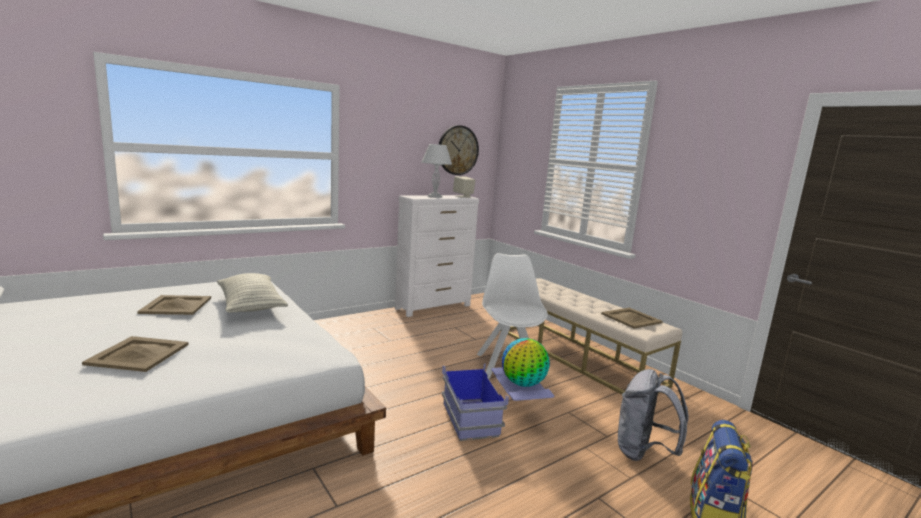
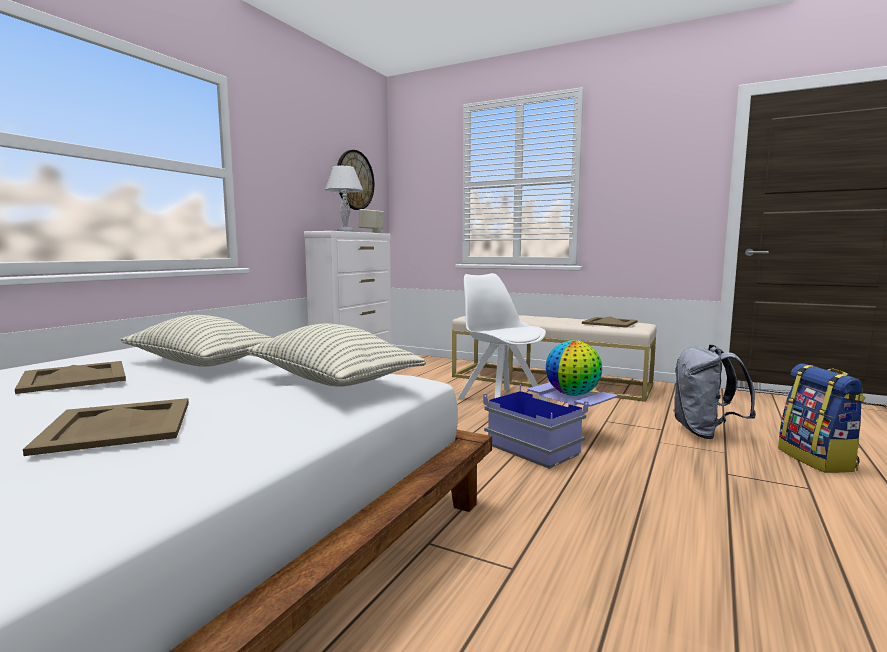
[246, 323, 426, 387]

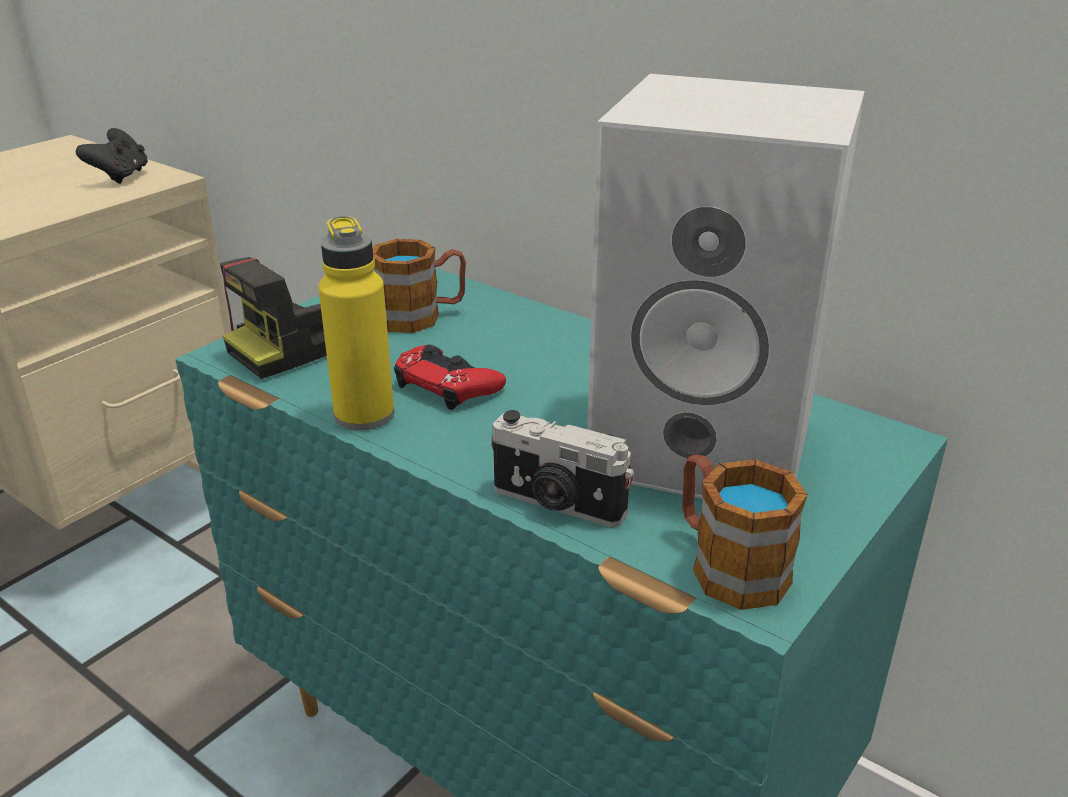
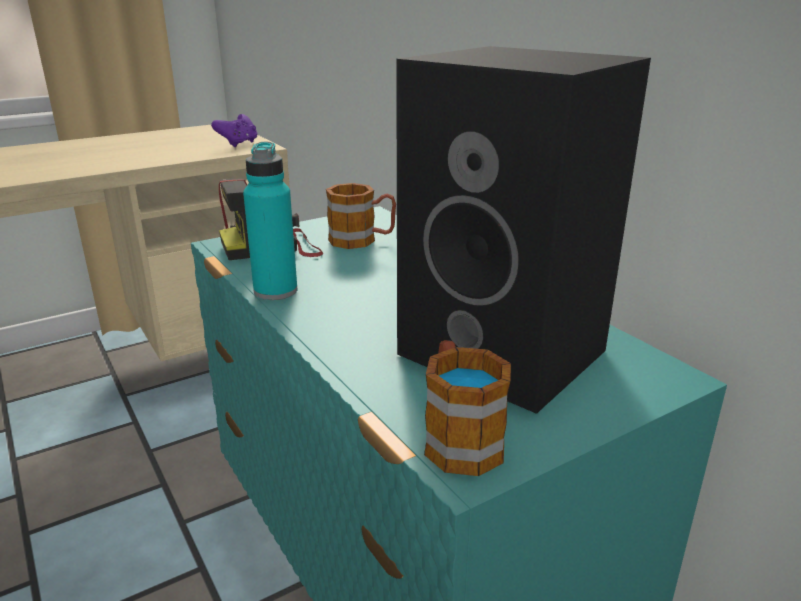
[211, 114, 258, 148]
[243, 142, 297, 300]
[394, 344, 506, 410] (first image)
[491, 410, 634, 528] (first image)
[396, 46, 651, 414]

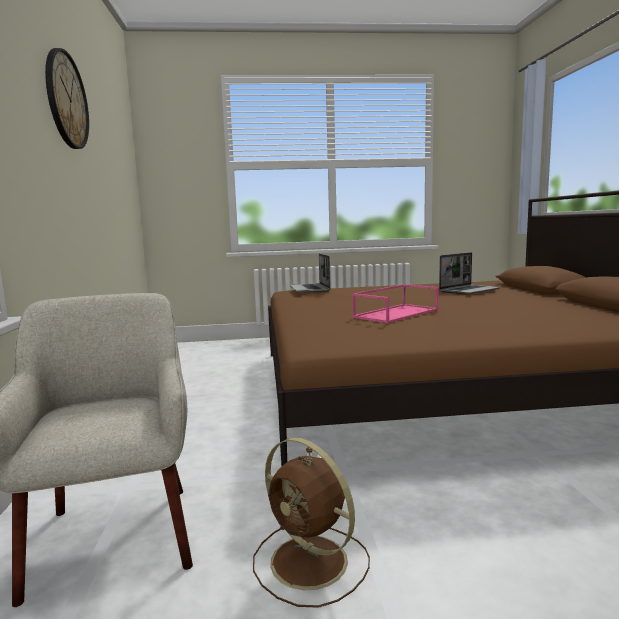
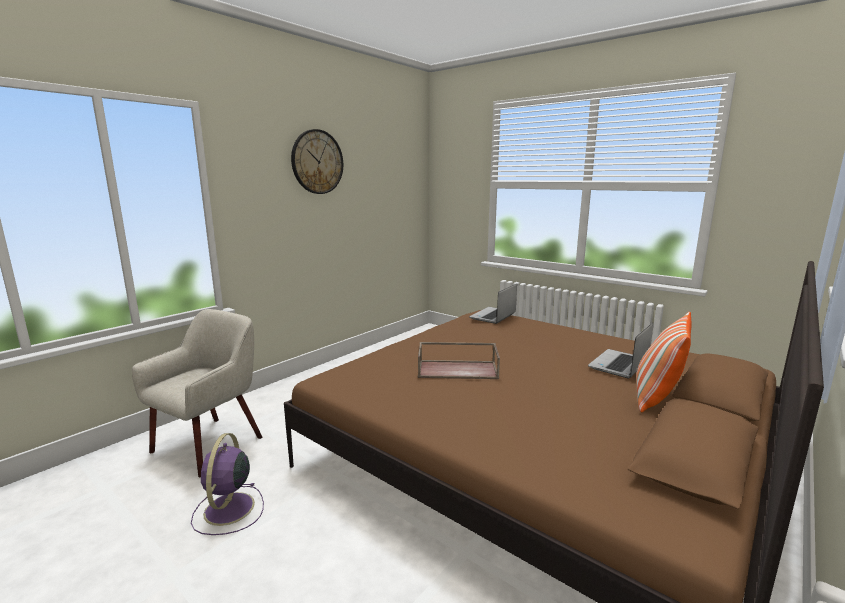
[191, 433, 264, 535]
[418, 342, 500, 379]
[588, 322, 654, 379]
[636, 312, 692, 413]

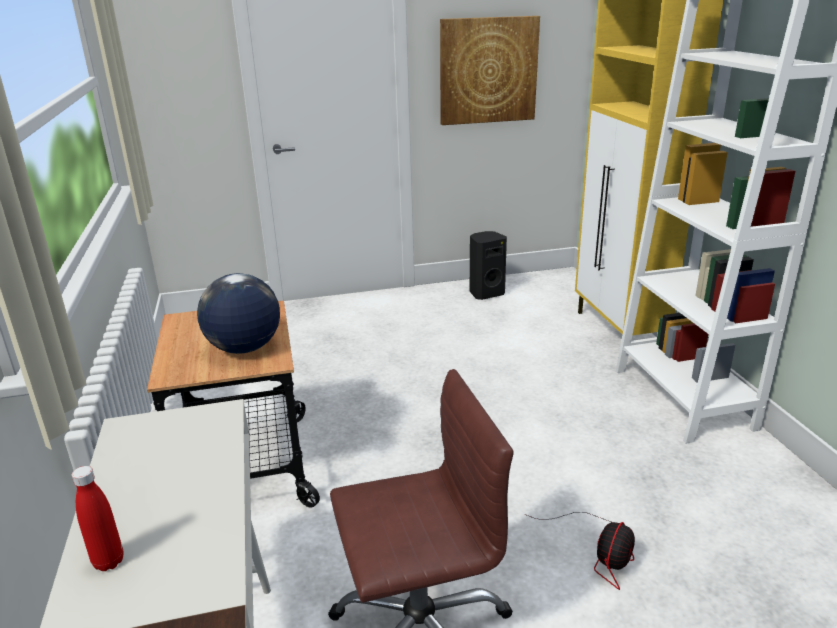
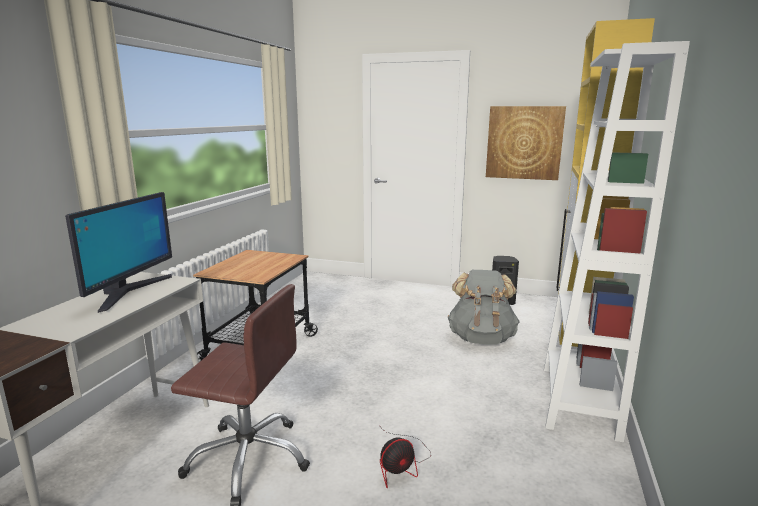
[72, 466, 123, 571] (first image)
[197, 273, 280, 354] (first image)
[65, 192, 172, 313]
[448, 270, 520, 344]

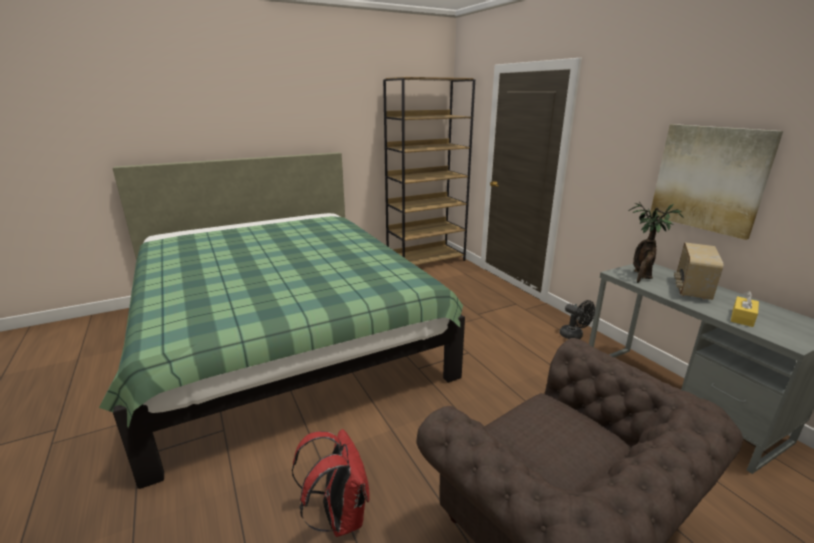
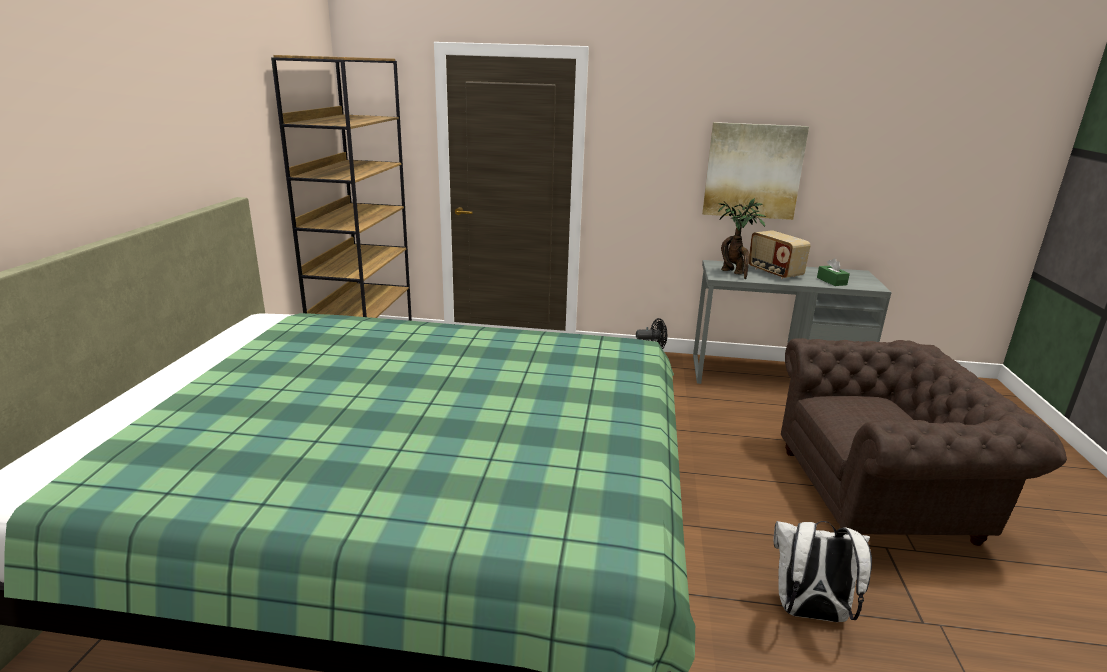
[774, 521, 872, 622]
[817, 258, 850, 286]

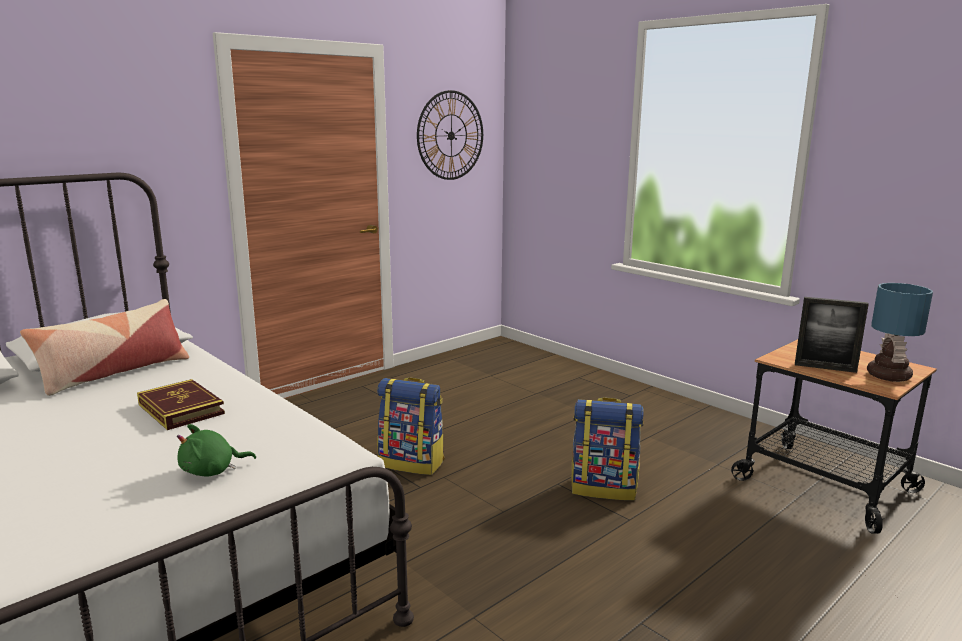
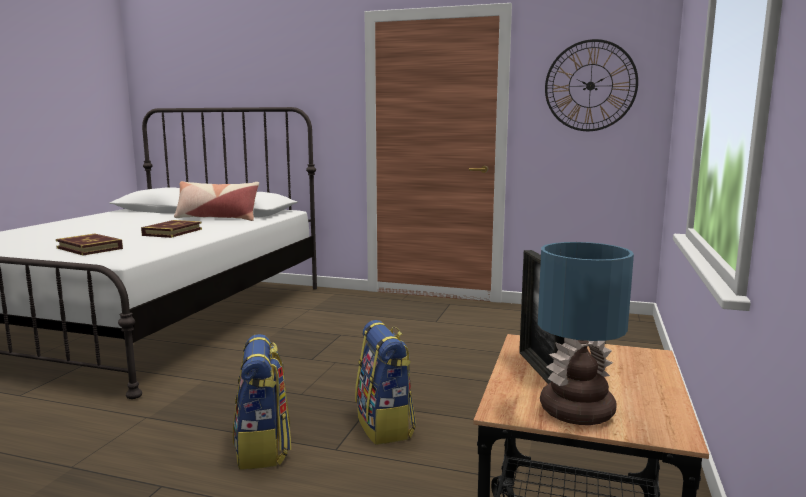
[56, 234, 123, 256]
[233, 334, 291, 470]

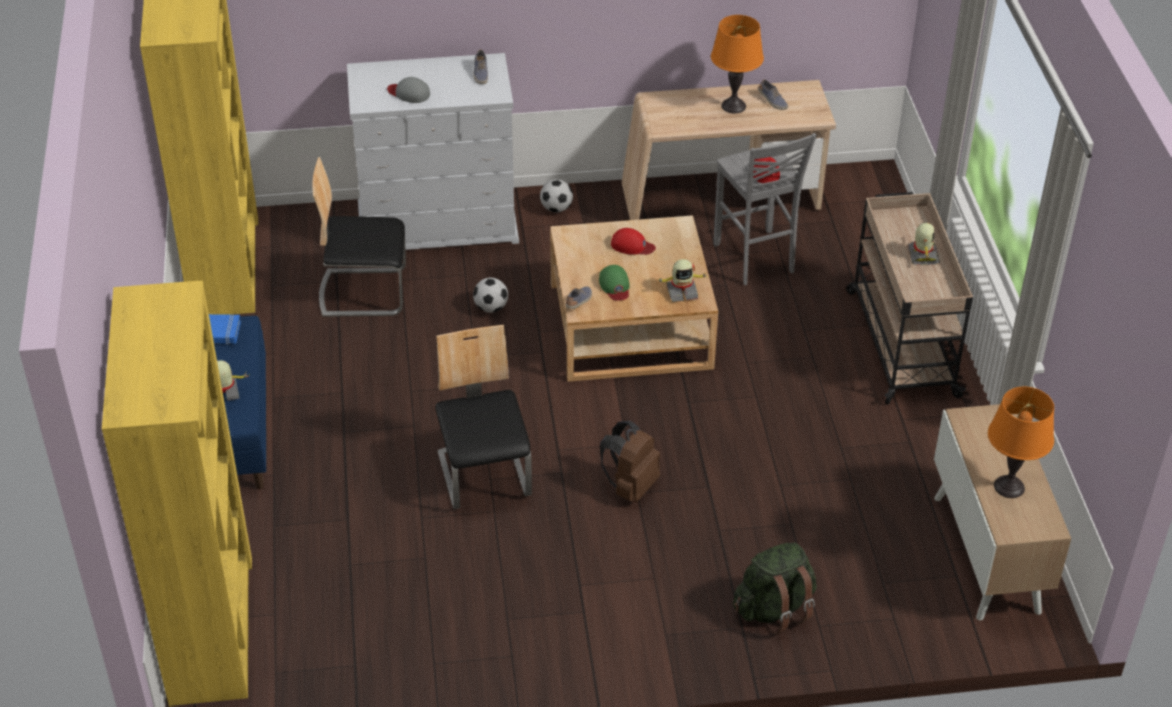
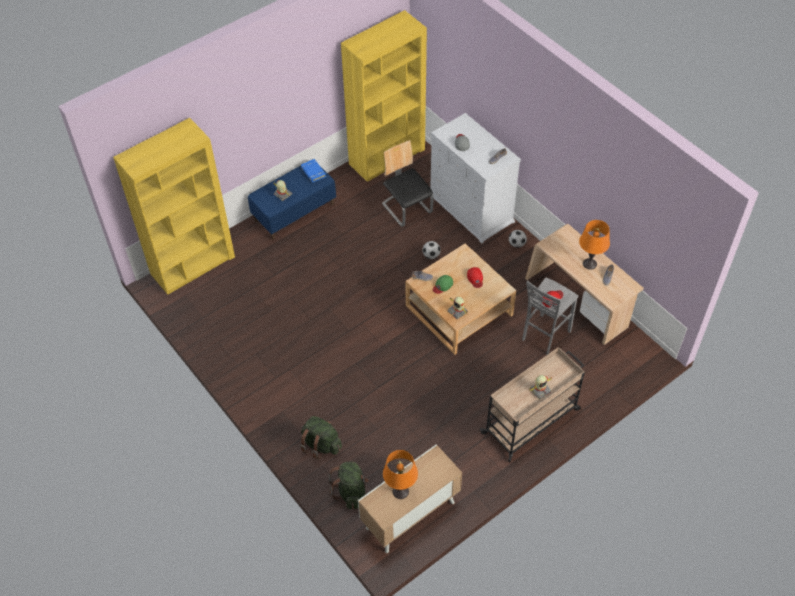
[435, 325, 532, 509] (first image)
[600, 421, 660, 502] (first image)
[329, 462, 369, 509]

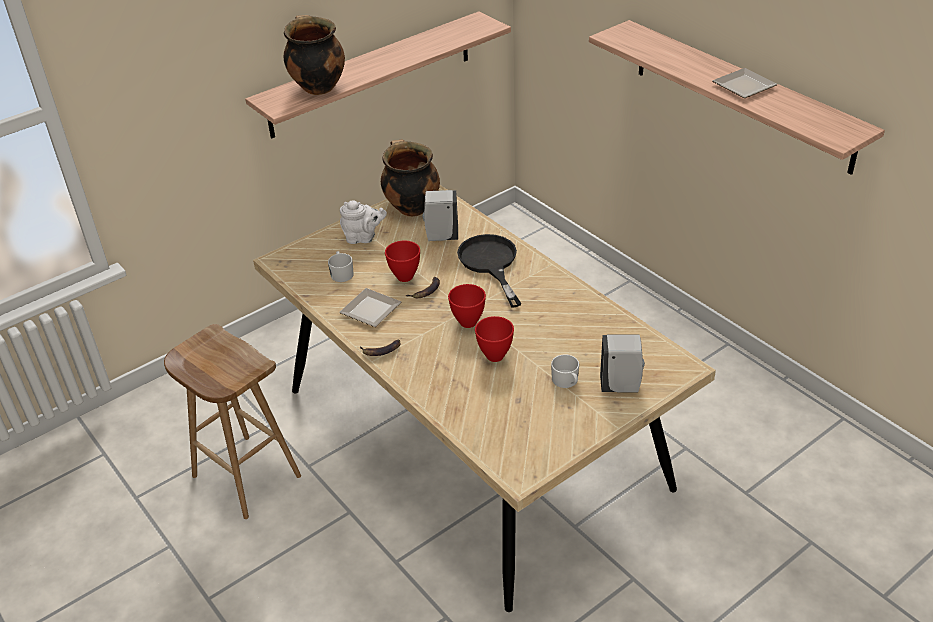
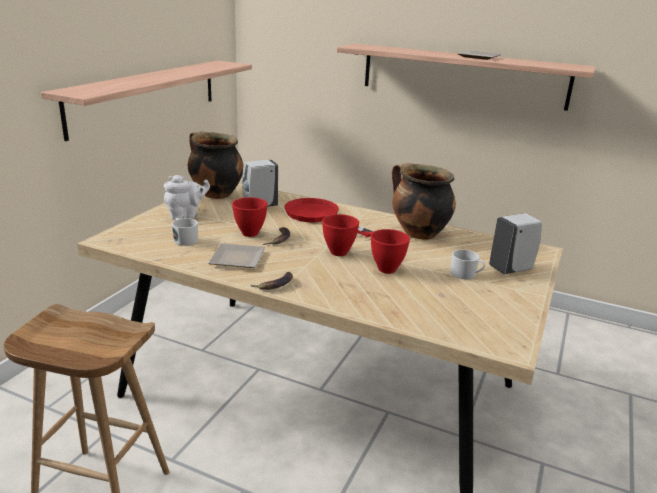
[392, 163, 456, 240]
[284, 198, 373, 237]

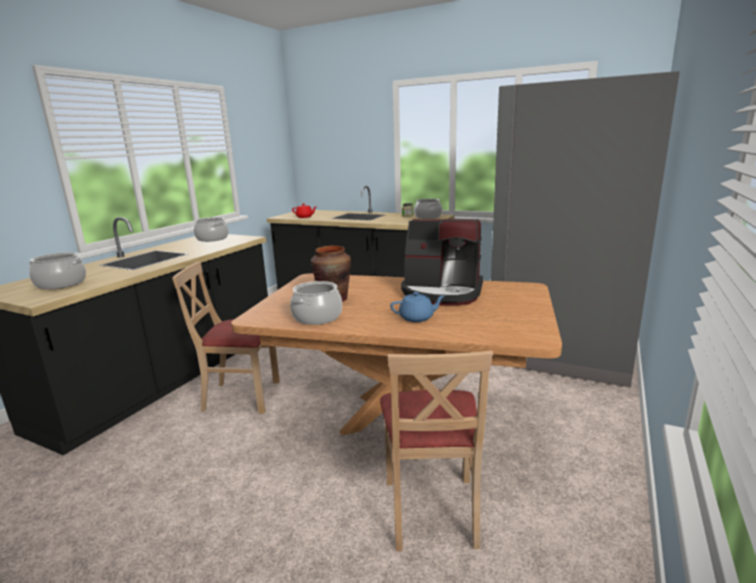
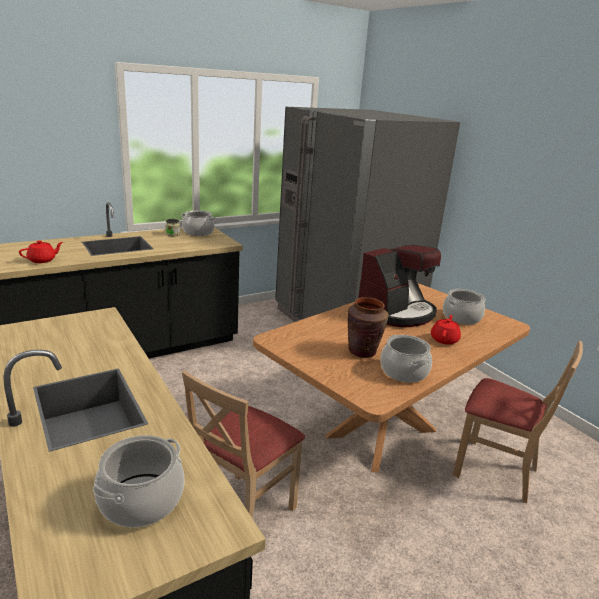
[443, 289, 486, 325]
[431, 315, 461, 345]

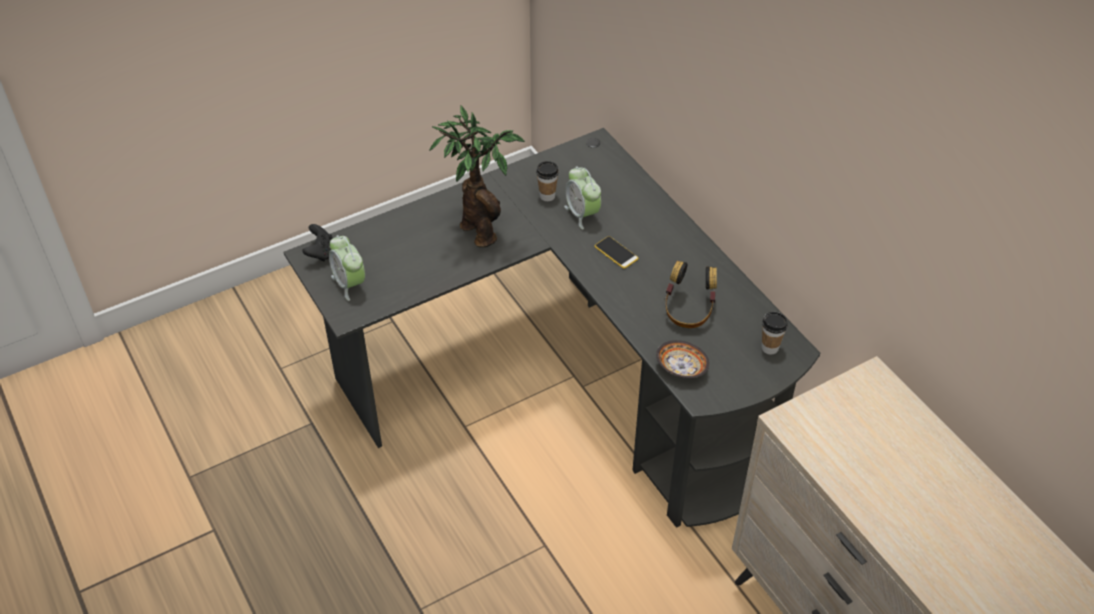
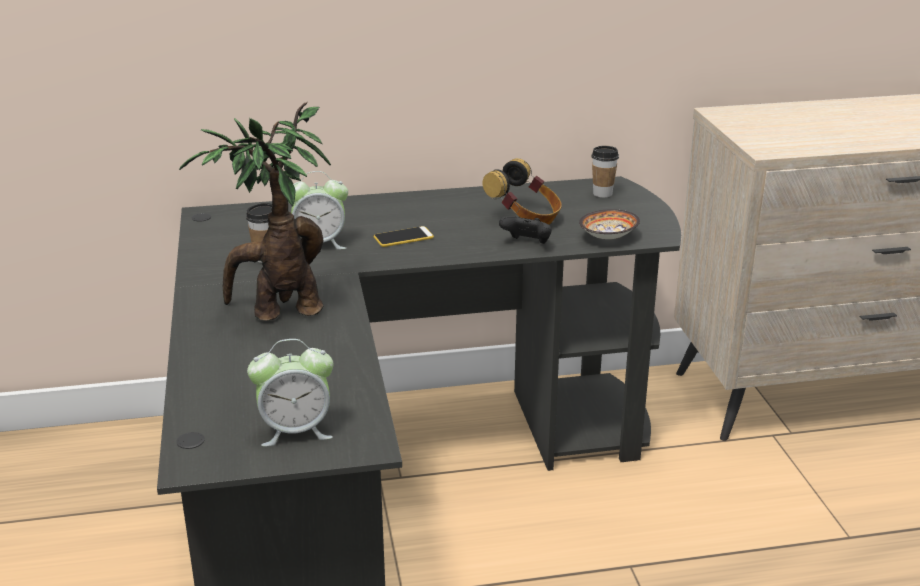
[499, 217, 552, 244]

